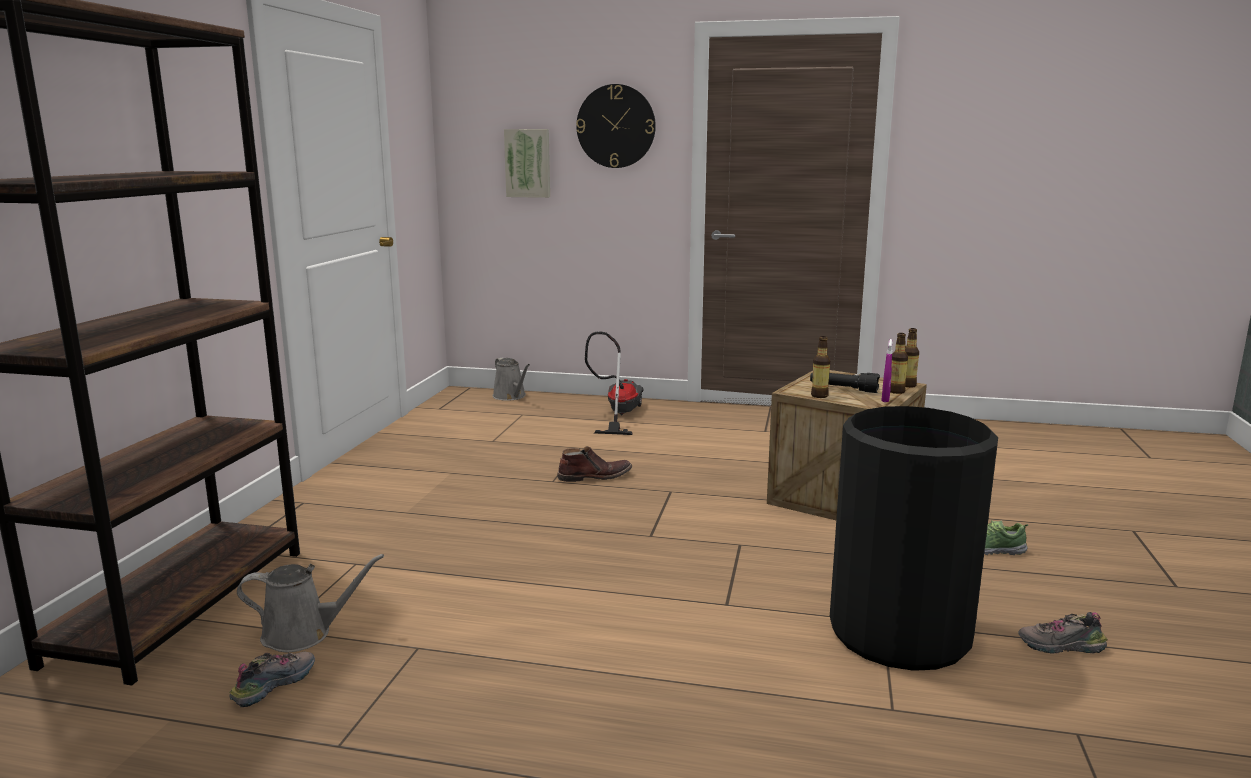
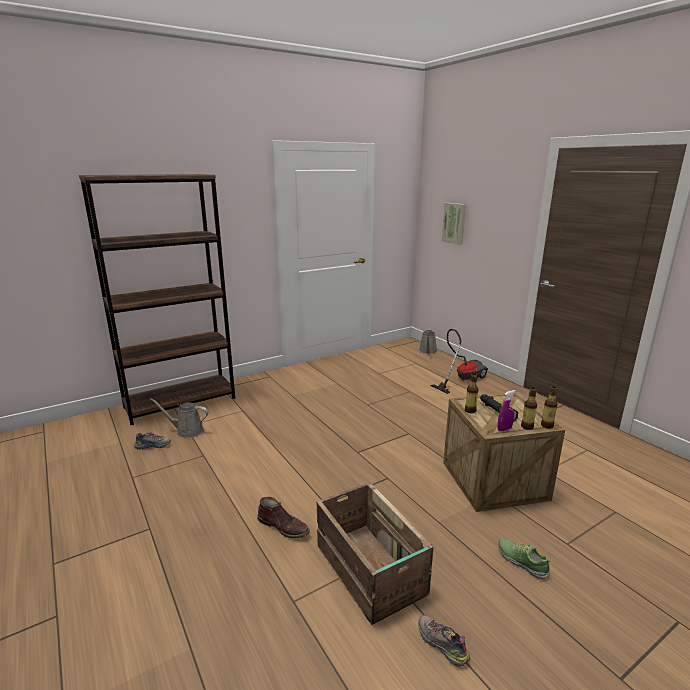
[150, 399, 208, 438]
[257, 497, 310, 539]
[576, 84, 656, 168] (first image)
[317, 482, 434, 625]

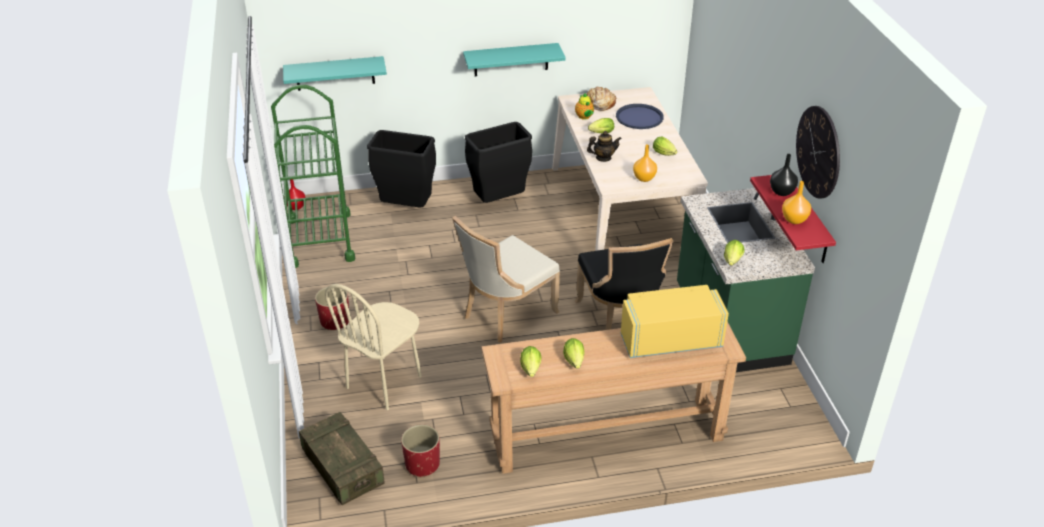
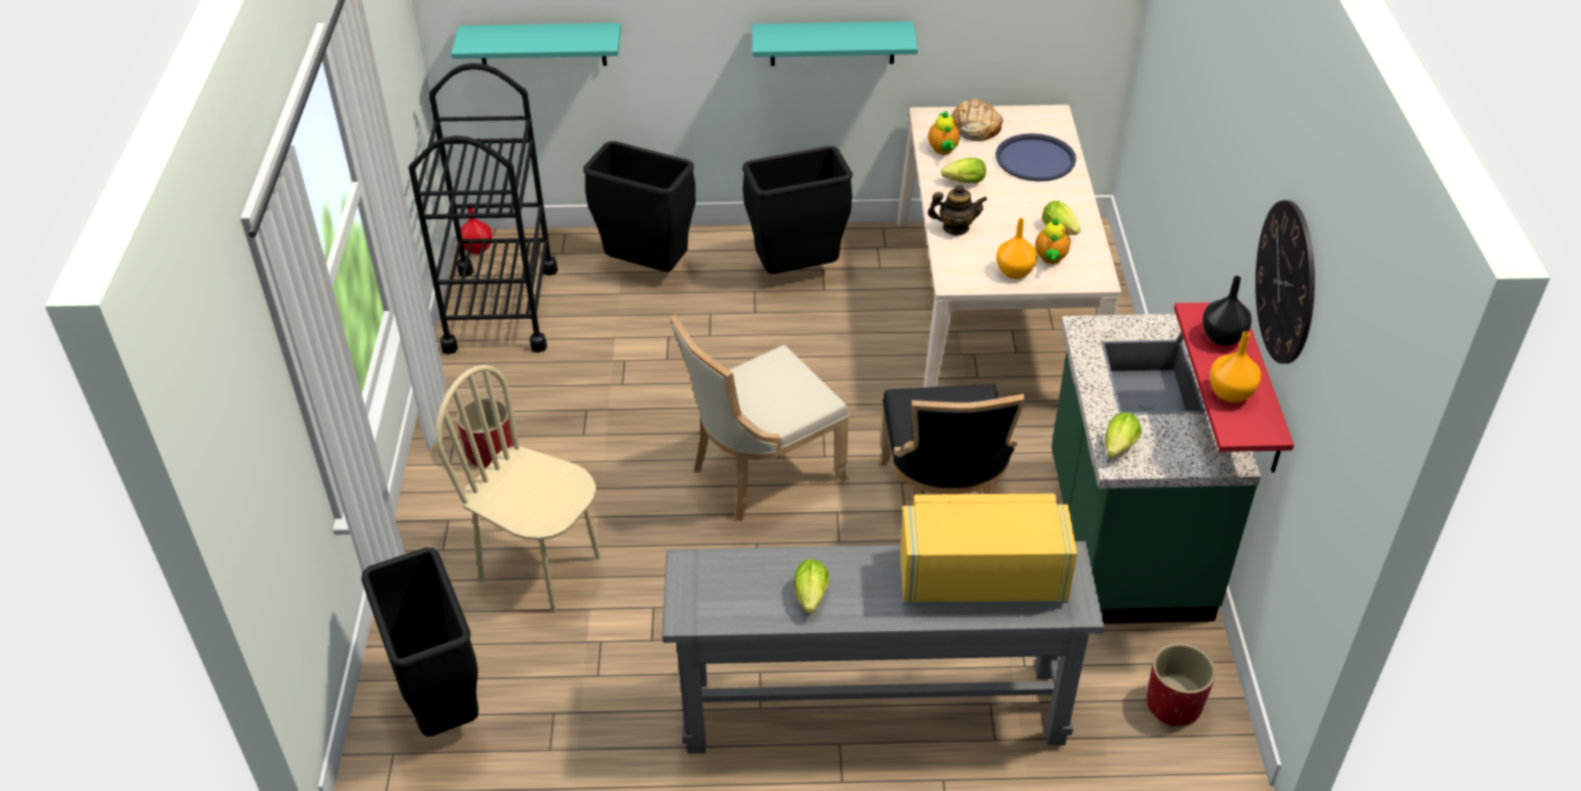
[409, 63, 558, 354]
[362, 548, 479, 736]
[435, 365, 601, 613]
[1147, 643, 1216, 727]
[662, 541, 1105, 754]
[520, 346, 541, 377] (first image)
[1035, 218, 1070, 264]

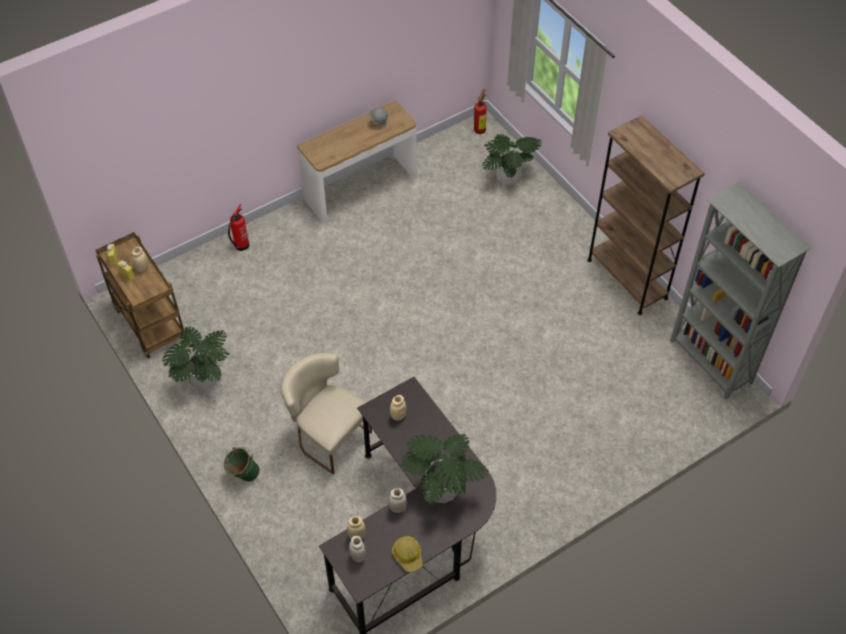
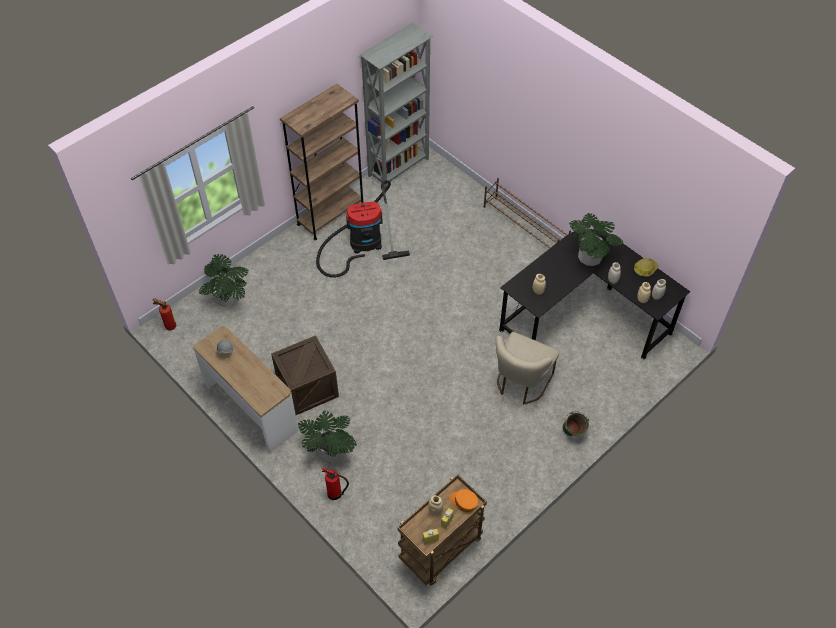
[298, 411, 357, 463]
[271, 335, 339, 415]
[316, 180, 410, 278]
[450, 489, 478, 512]
[484, 178, 571, 248]

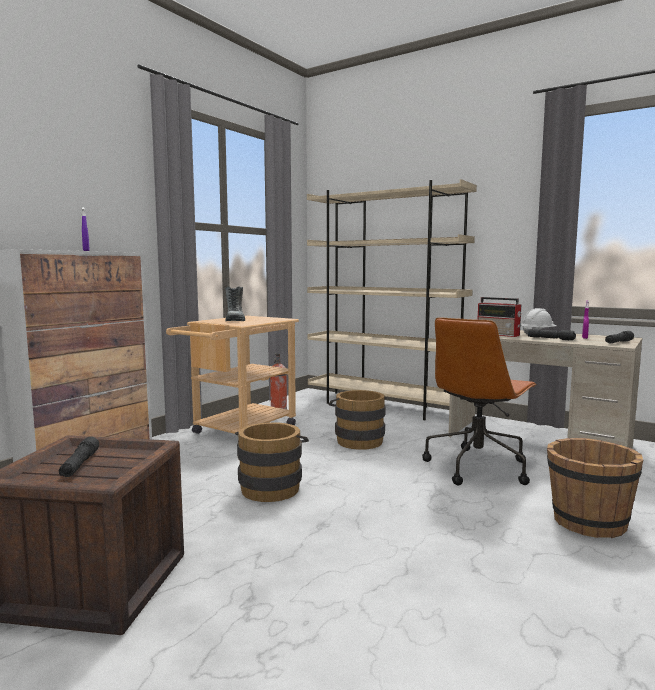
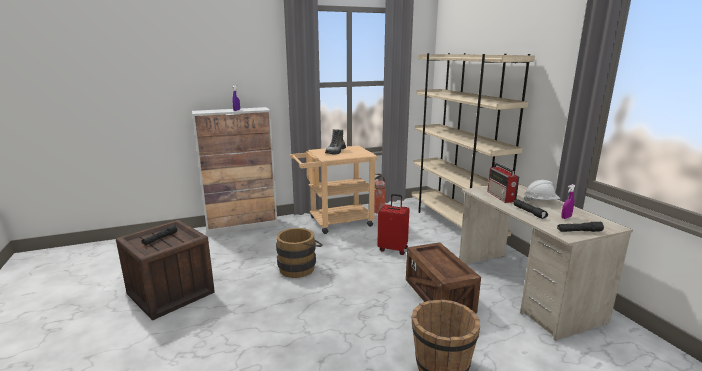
[377, 194, 410, 255]
[406, 242, 481, 314]

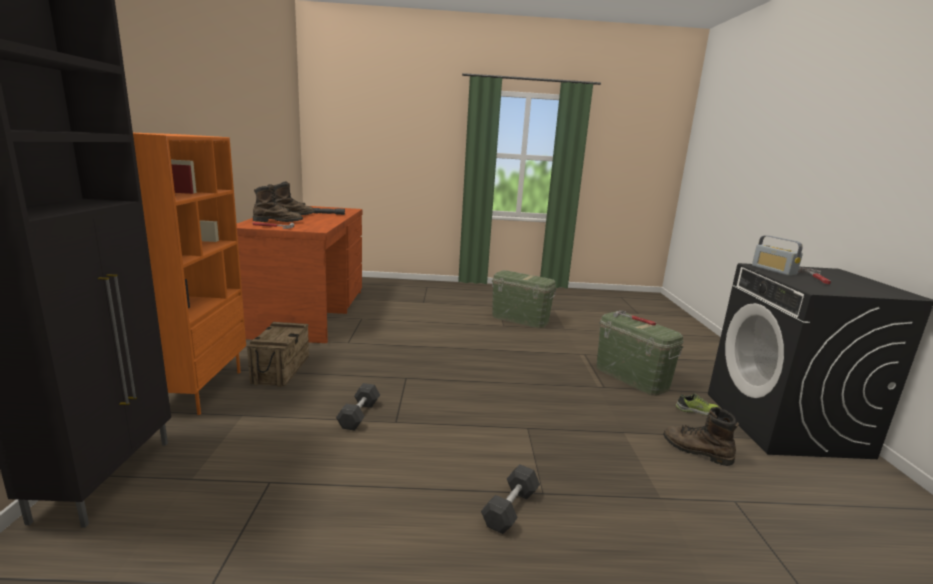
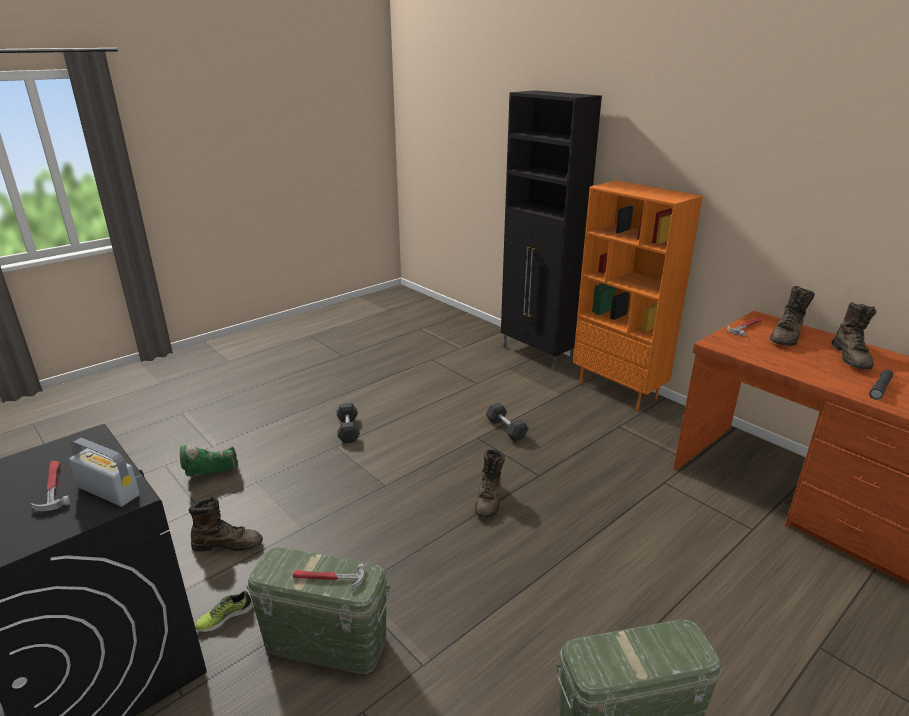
[247, 322, 309, 387] (first image)
[180, 445, 238, 476]
[475, 449, 505, 518]

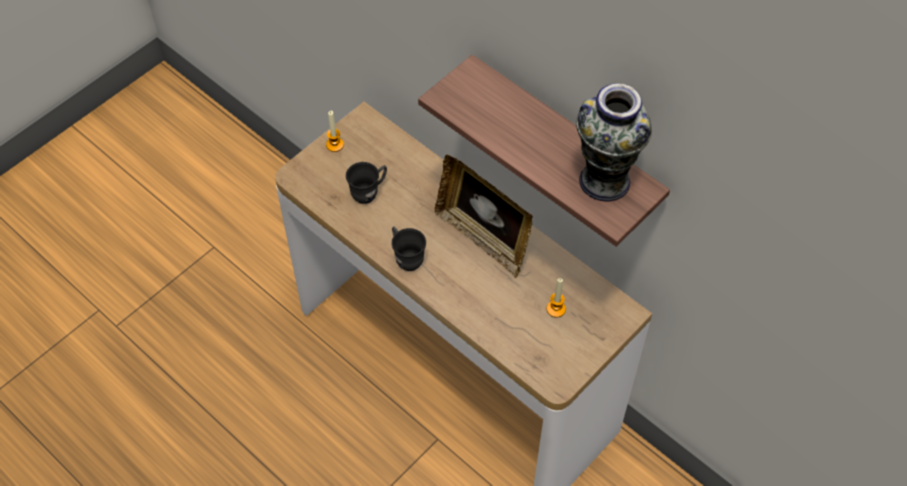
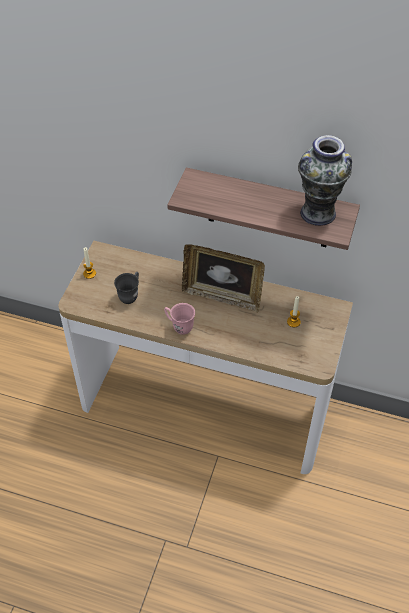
[164, 303, 195, 335]

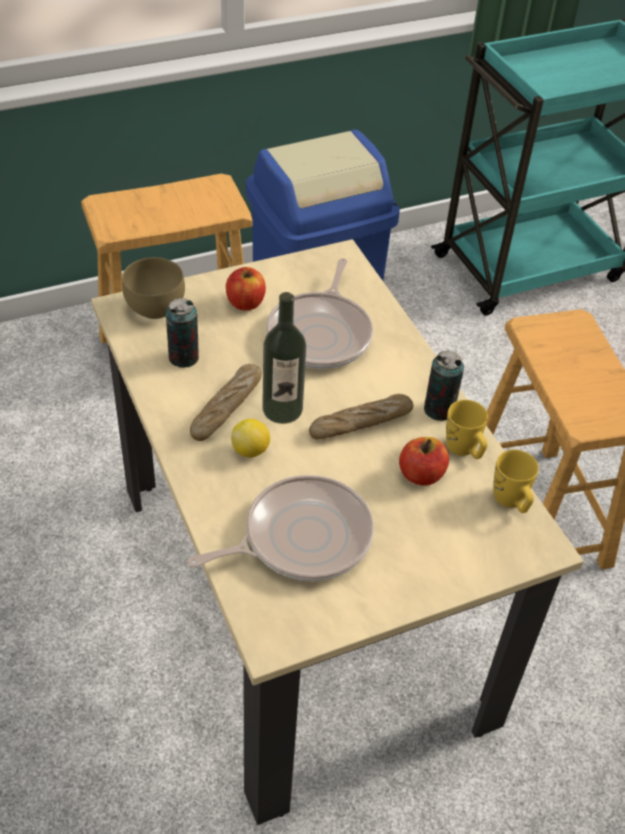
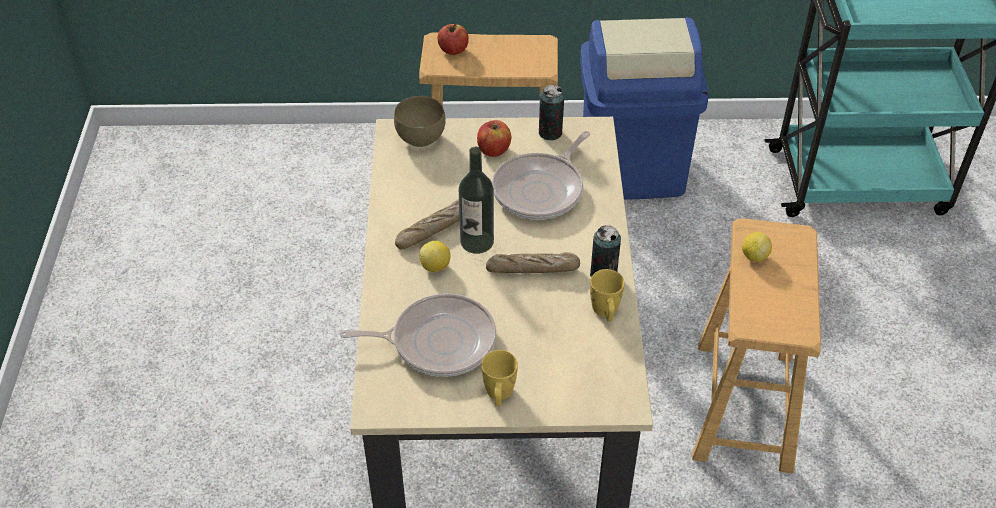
[539, 85, 564, 140]
[438, 24, 469, 55]
[481, 350, 518, 406]
[742, 232, 772, 262]

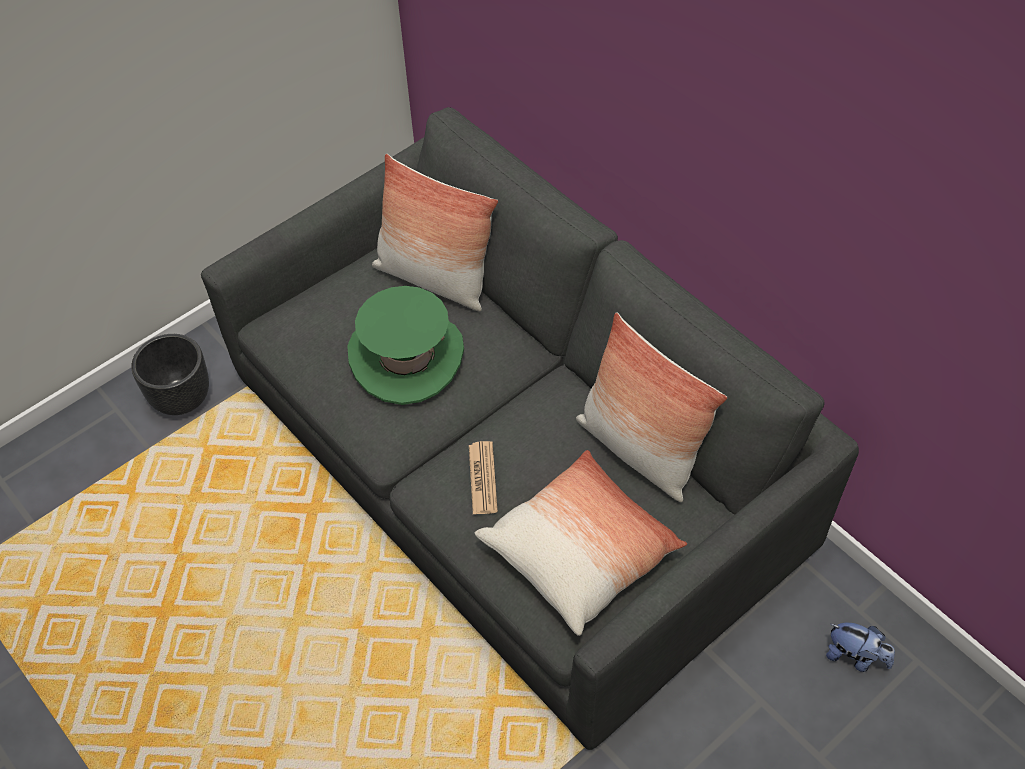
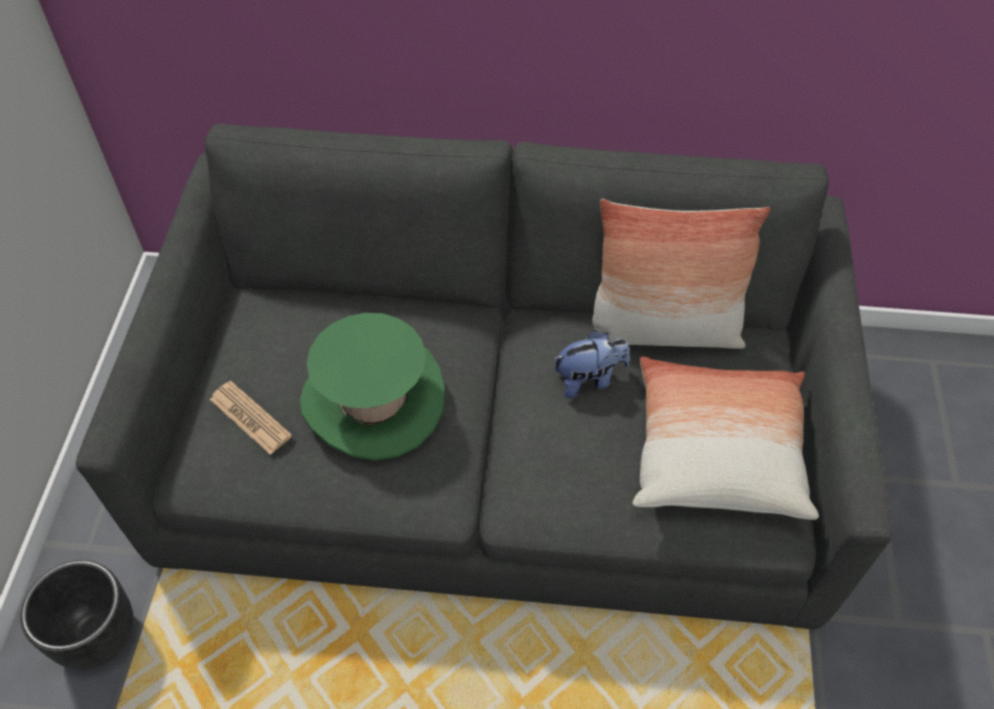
[372, 154, 498, 311] (first image)
[210, 381, 292, 455]
[553, 330, 630, 398]

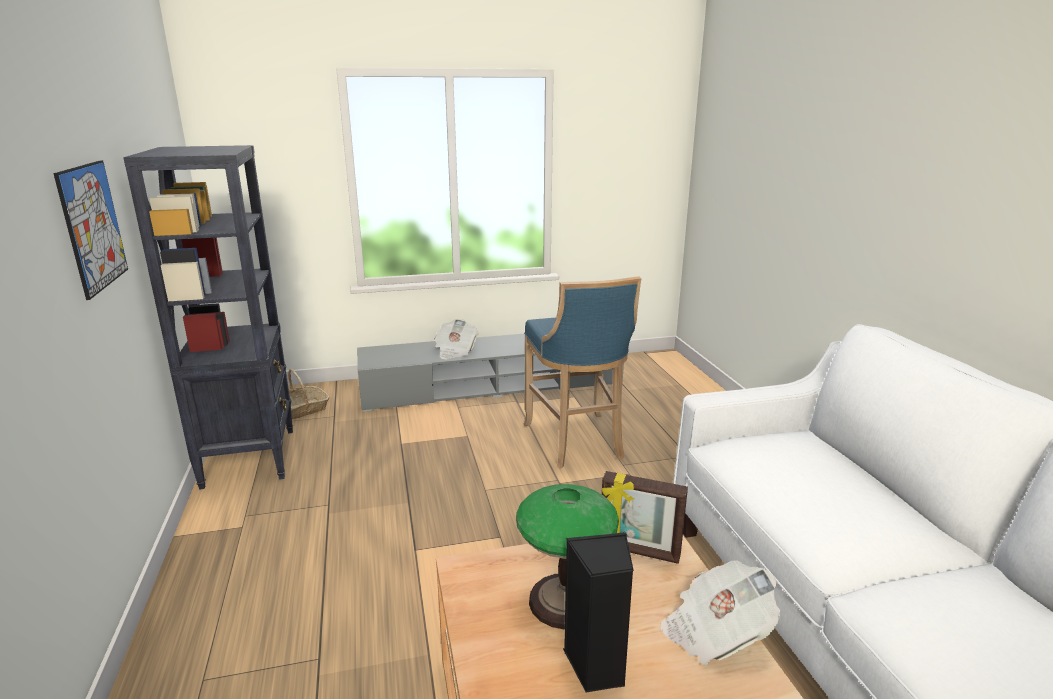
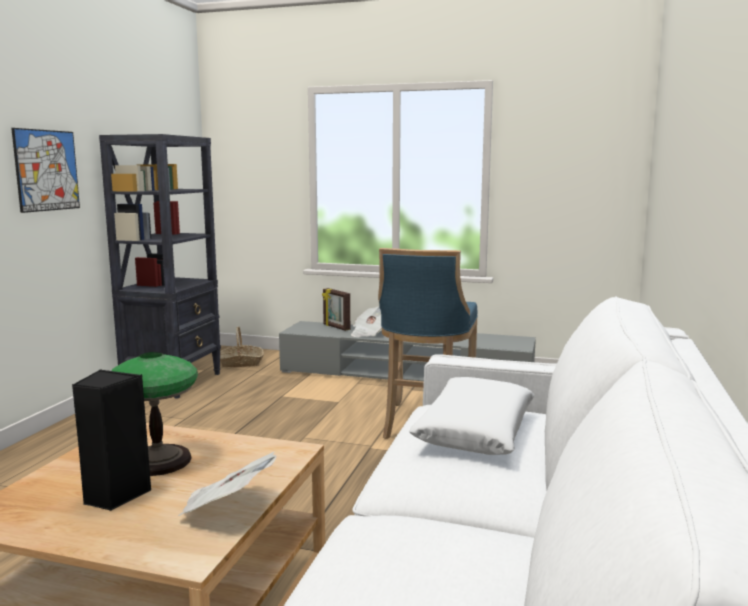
[322, 288, 350, 331]
[409, 377, 534, 455]

